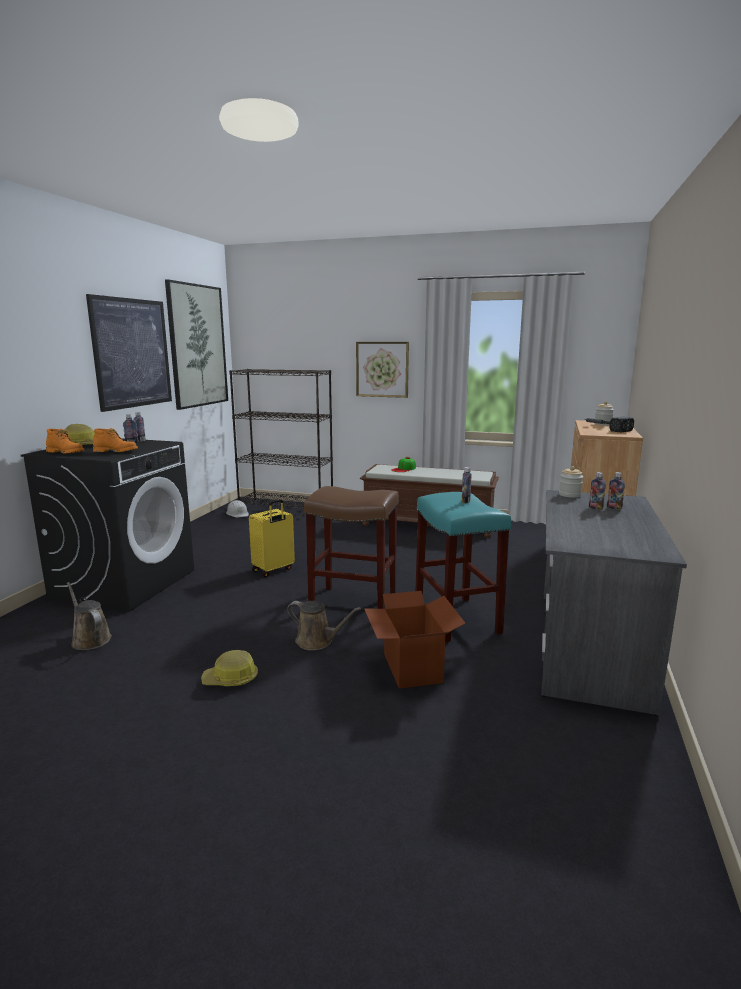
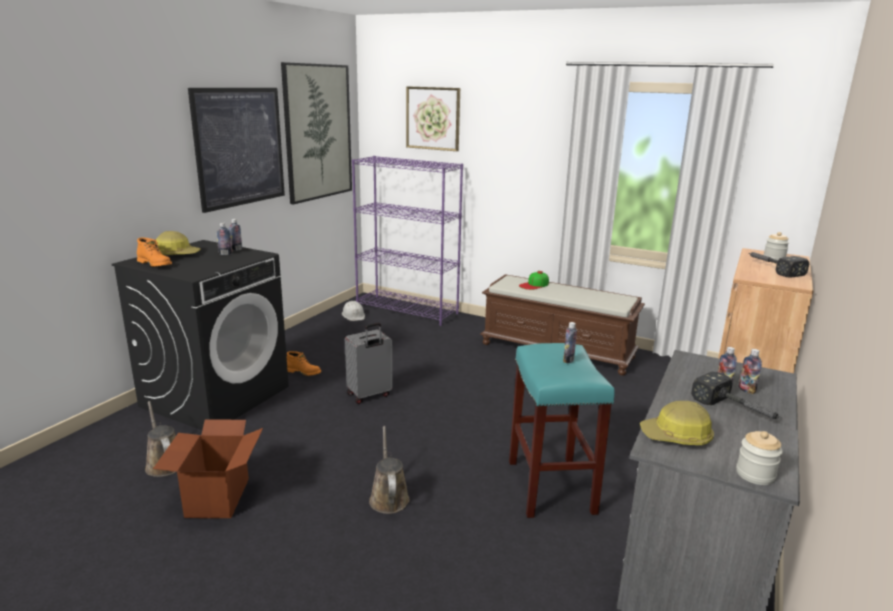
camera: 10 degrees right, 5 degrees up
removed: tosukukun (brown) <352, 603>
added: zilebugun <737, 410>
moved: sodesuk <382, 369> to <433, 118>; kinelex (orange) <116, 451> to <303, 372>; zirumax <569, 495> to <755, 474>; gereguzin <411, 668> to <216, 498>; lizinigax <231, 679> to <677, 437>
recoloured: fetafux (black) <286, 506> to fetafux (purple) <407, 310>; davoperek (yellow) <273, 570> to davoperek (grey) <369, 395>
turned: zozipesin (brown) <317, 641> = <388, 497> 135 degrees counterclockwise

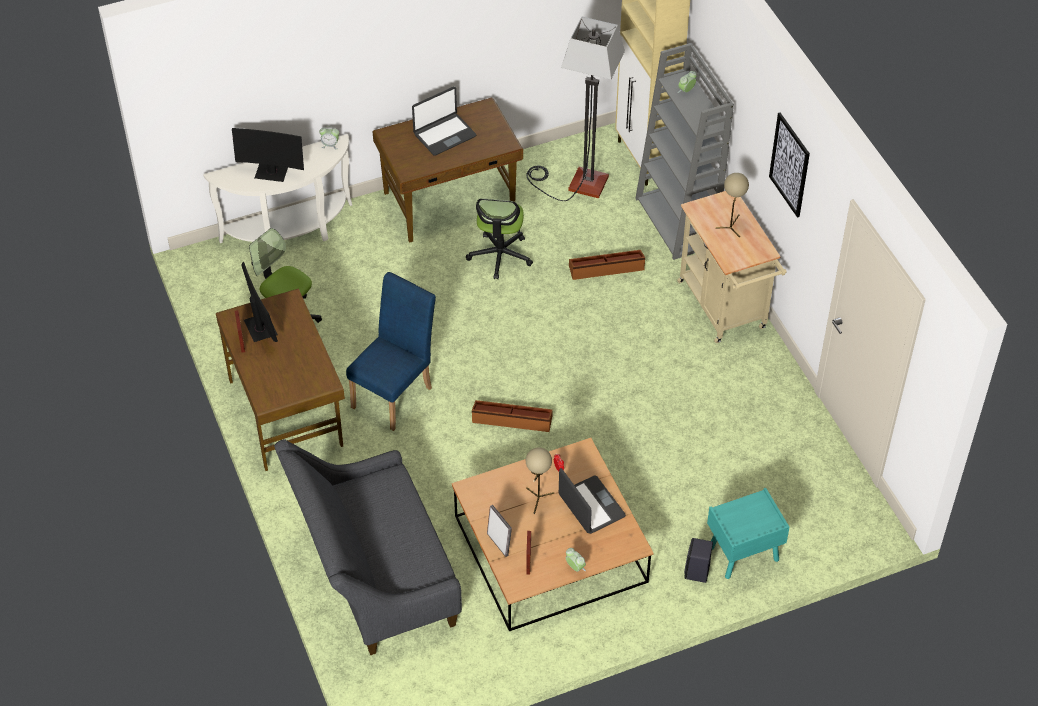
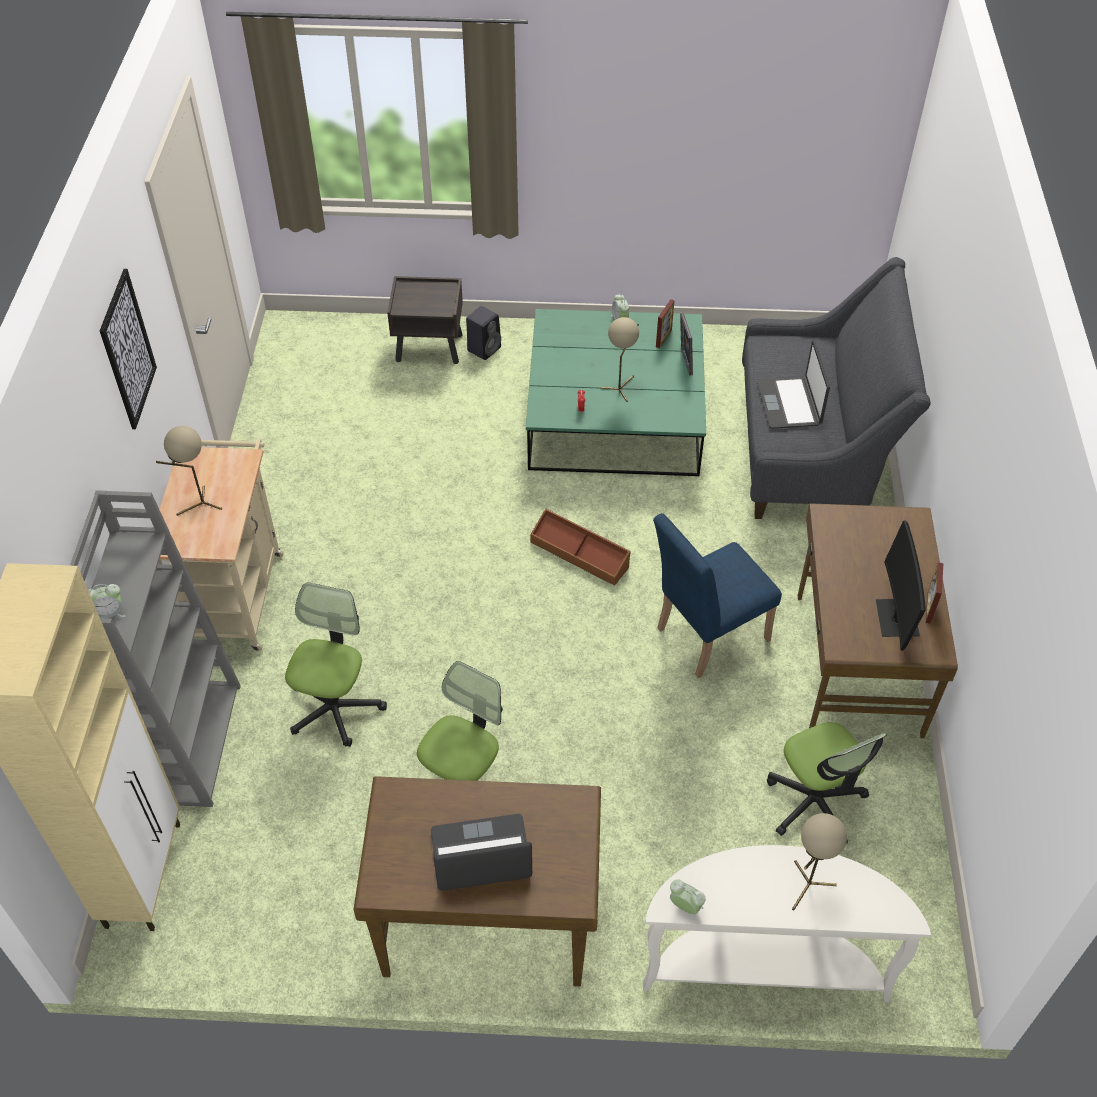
camera: 155 degrees left, 0 degrees up
removed: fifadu <576, 183>
moved: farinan <591, 506> to <790, 404>
replaced: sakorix <272, 172> to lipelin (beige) <807, 887>; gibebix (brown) <606, 268> to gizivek <335, 708>
recoloured: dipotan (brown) <550, 548> to dipotan (green) <614, 413>; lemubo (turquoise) <743, 554> to lemubo (brown) <430, 348>

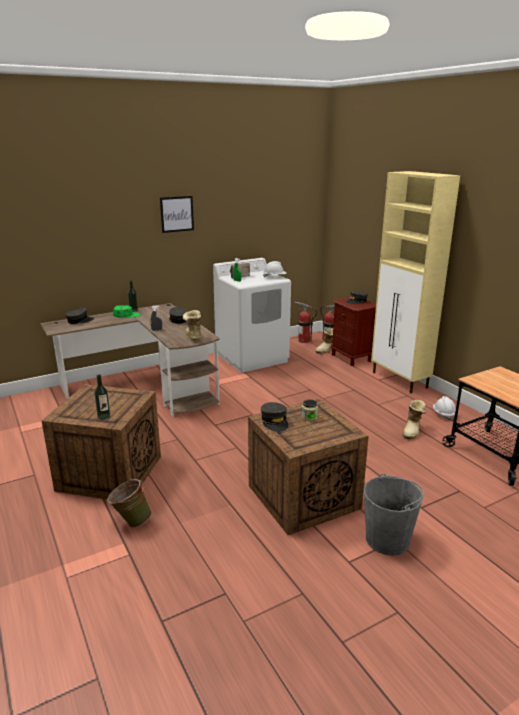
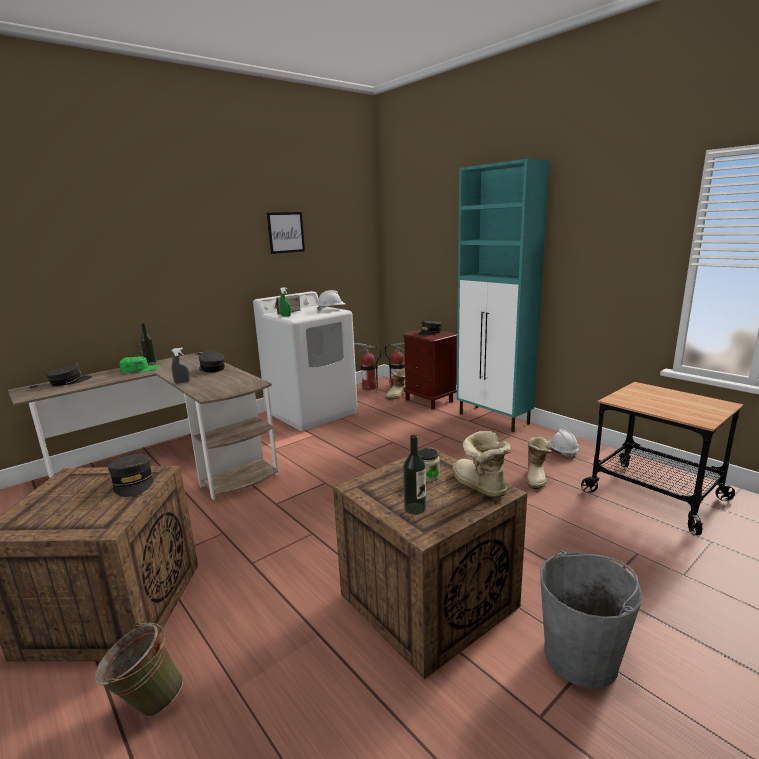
camera: 10 degrees left, 5 degrees down
moved: sodesuk <177, 214> to <286, 232>; kinelex <193, 336> to <478, 486>; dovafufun <104, 416> to <415, 508>; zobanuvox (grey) <274, 422> to <133, 483>
recoloured: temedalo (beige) <400, 380> to temedalo (turquoise) <494, 419>

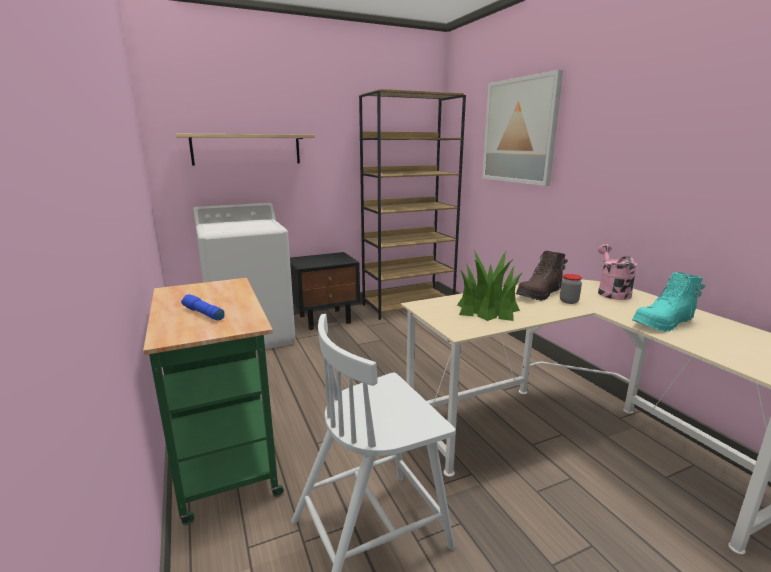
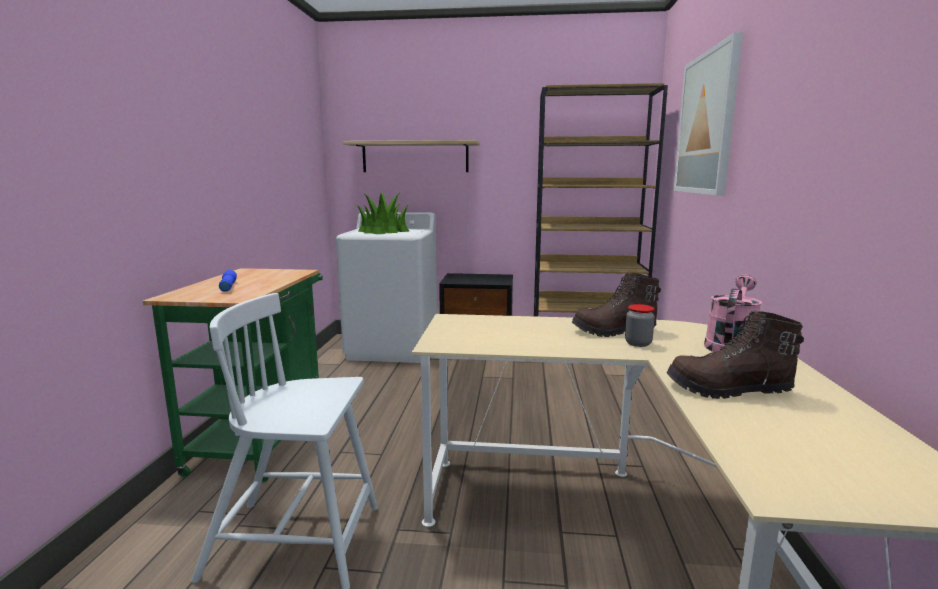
camera: 30 degrees right, 5 degrees down
moved: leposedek <488, 308> to <383, 231>
recoloured: kinelex (turquoise) <664, 324> to kinelex (brown) <728, 390>

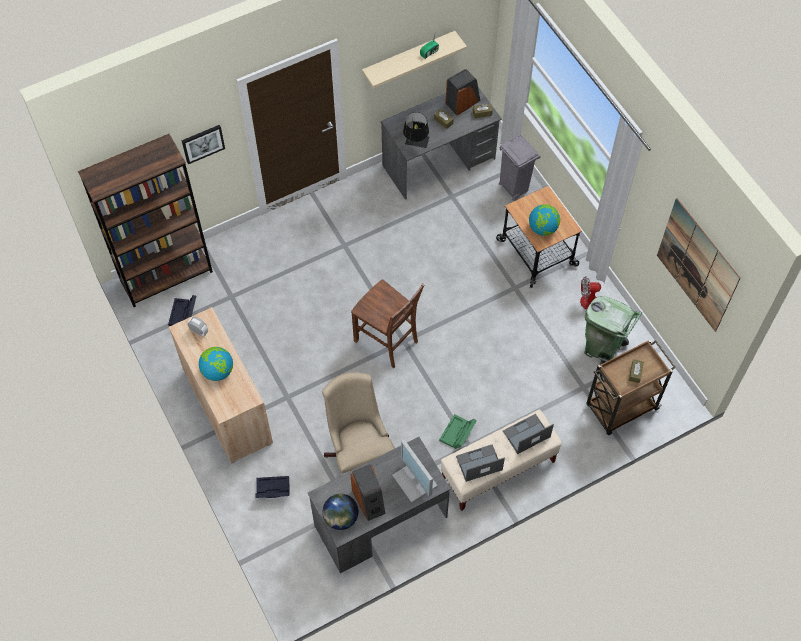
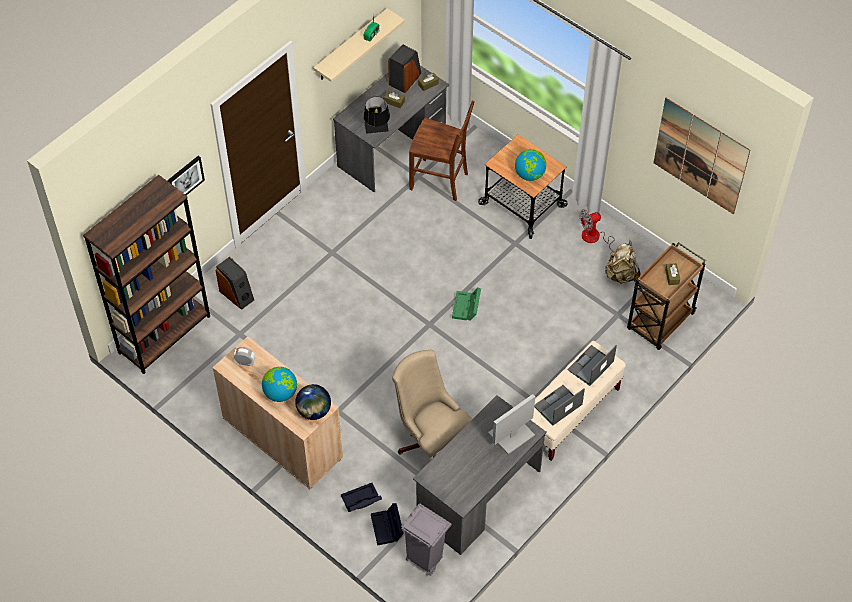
camera: 20 degrees left, 5 degrees down
moved: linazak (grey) <513, 188> to <424, 559>; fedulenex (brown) <387, 342> to <440, 181>; gibebix (black) <183, 315> to <387, 528>; gibebix (green) <457, 434> to <466, 308>; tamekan <369, 500> to <237, 294>; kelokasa <341, 518> to <314, 411>
replaced: linazak (green) <602, 349> to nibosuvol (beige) <621, 275>
turned: sakorix <415, 481> = <511, 435> 105 degrees clockwise

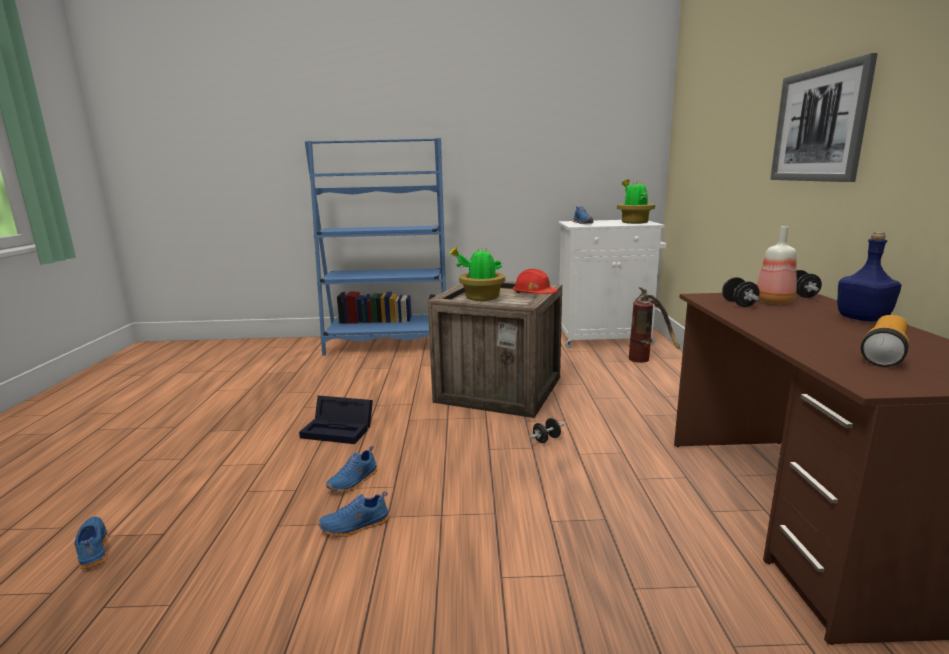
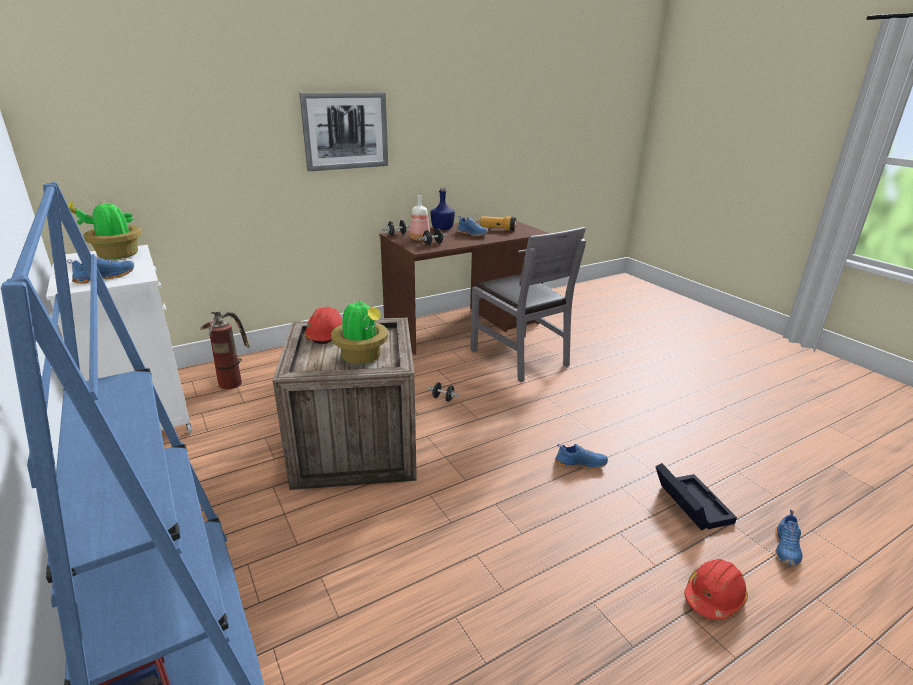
camera: 120 degrees left, 10 degrees up
added: fedulenex (grey) <519, 357>; lizinigax (red) <713, 597>
moved: gibebix (black) <340, 430> to <689, 503>; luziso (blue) <355, 526> to <473, 234>

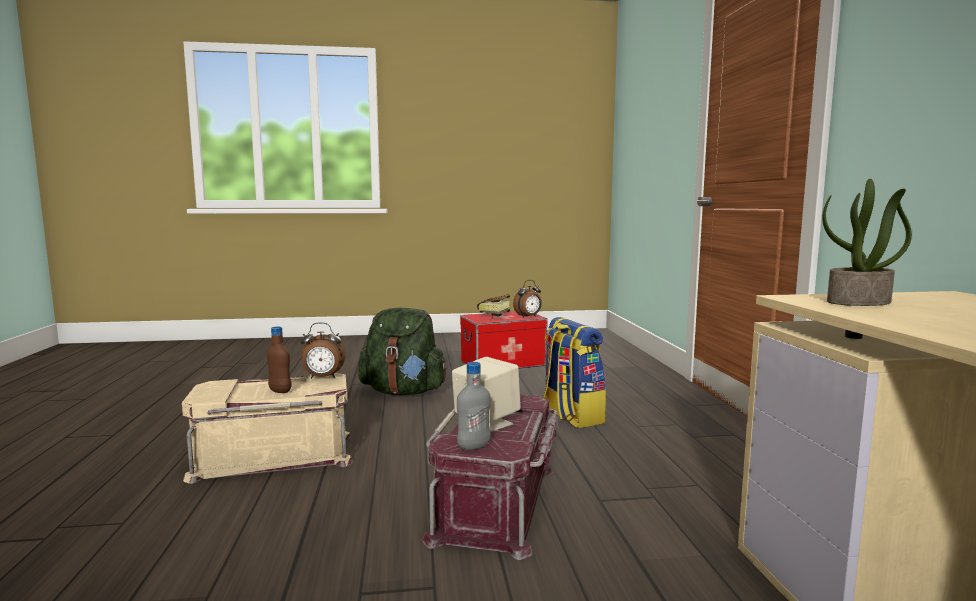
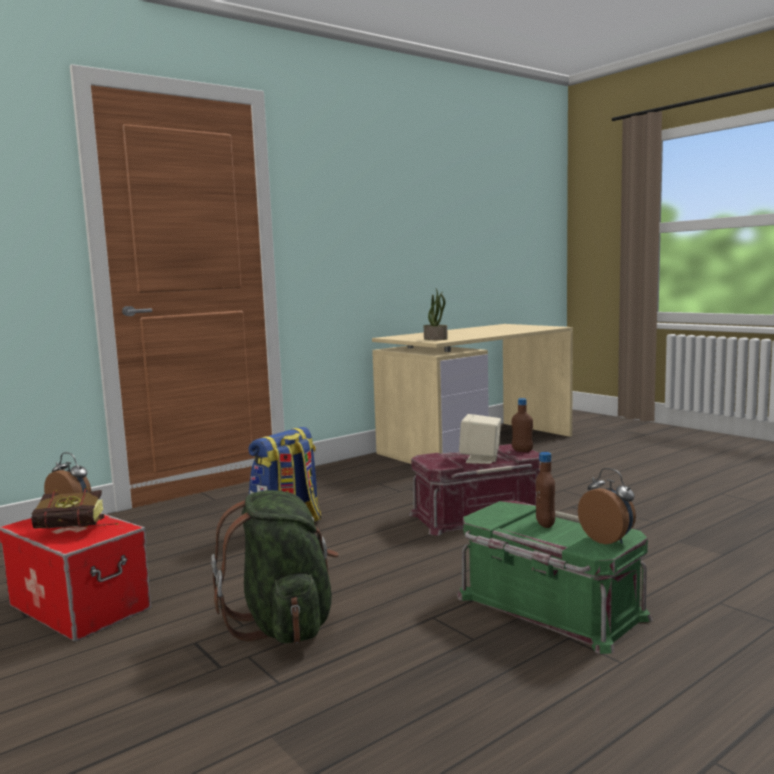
camera: 120 degrees left, 0 degrees up
moved: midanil <323, 378> to <608, 540>
recoloured: dovafufun (grey) <473, 447> to dovafufun (brown) <522, 451>; gibebix (beige) <274, 455> to gibebix (green) <548, 607>

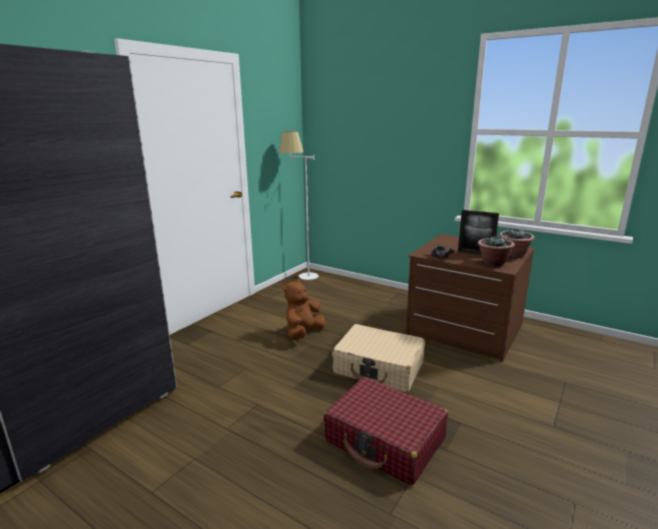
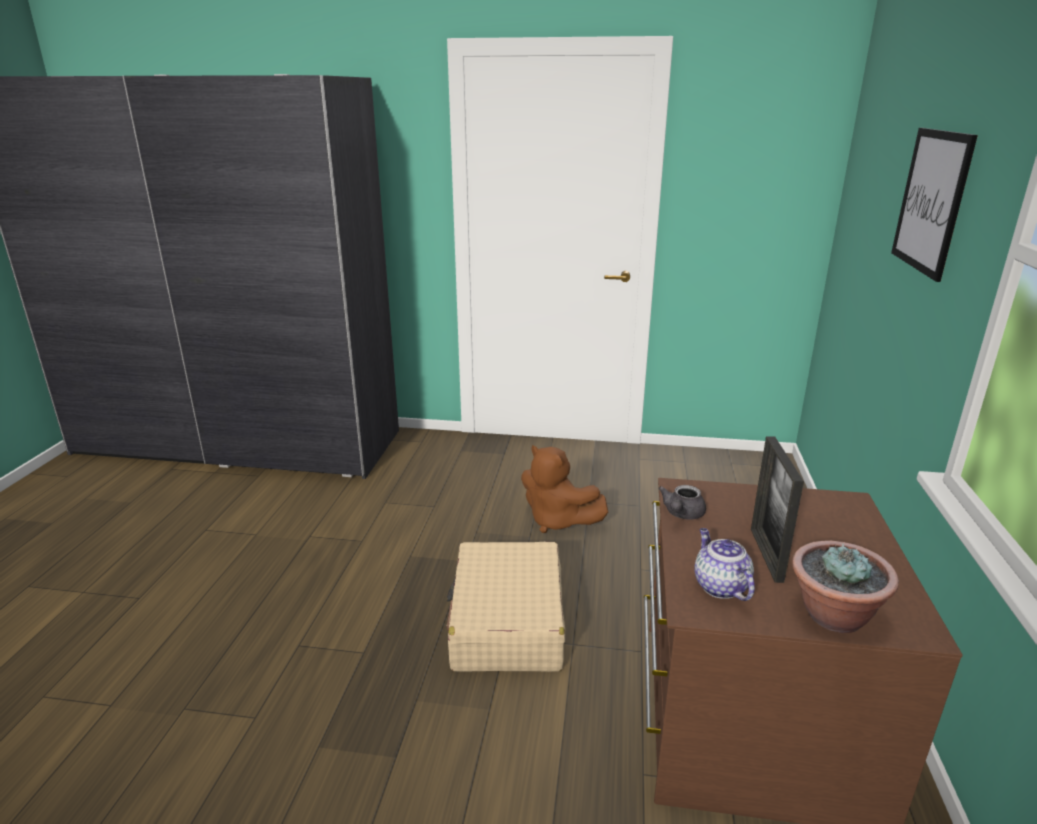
camera: 65 degrees right, 5 degrees up
removed: fifadu (white) <302, 278>; davoperek (red) <385, 440>
added: sodesuk <931, 201>
replaced: leposedek <493, 263> to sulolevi <719, 586>
turned: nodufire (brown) <303, 333> = <557, 520> 150 degrees counterclockwise

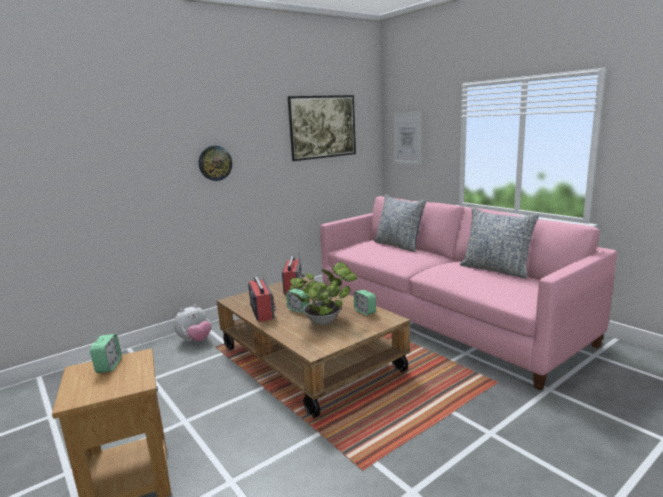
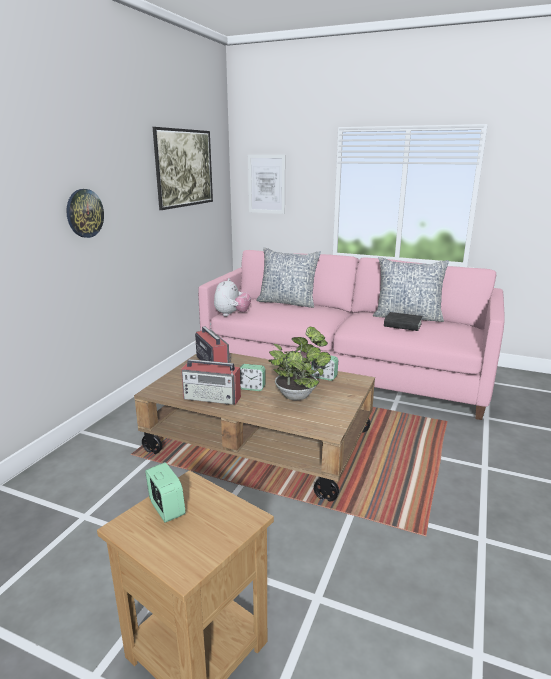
camera: 30 degrees left, 5 degrees up
added: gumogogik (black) <402, 325>
moved: nodufire <195, 340> to <232, 315>
turned: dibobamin <262, 311> = <212, 398> 150 degrees clockwise

